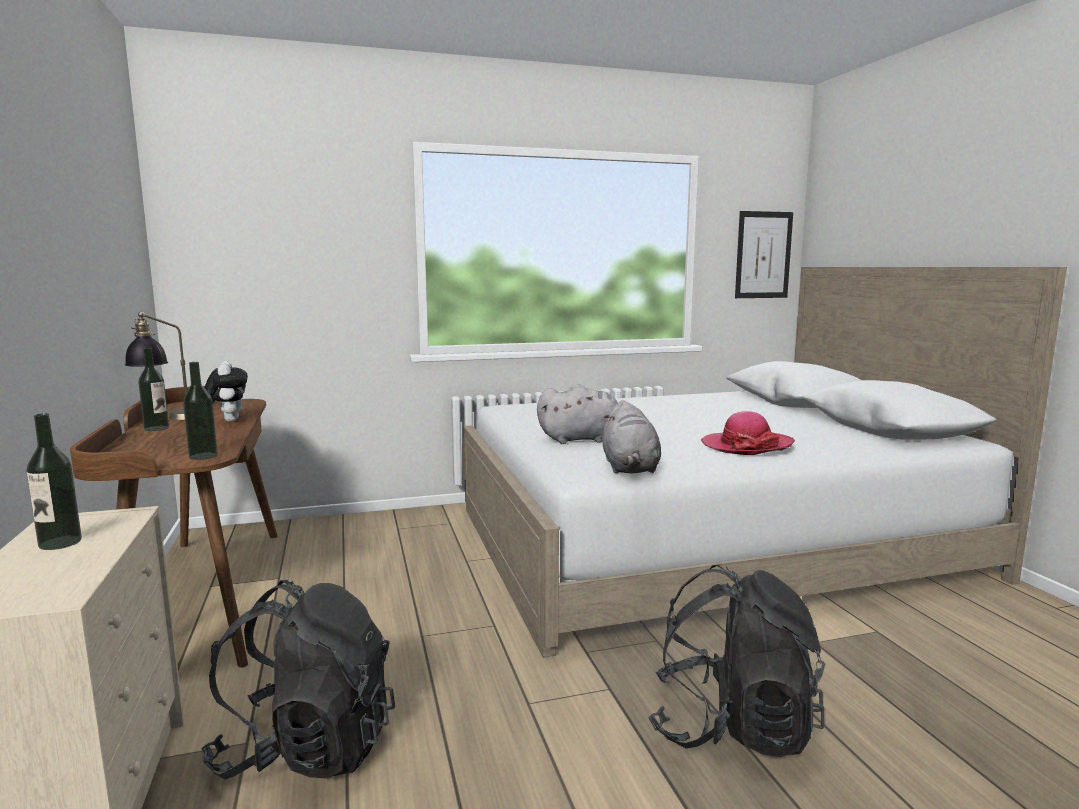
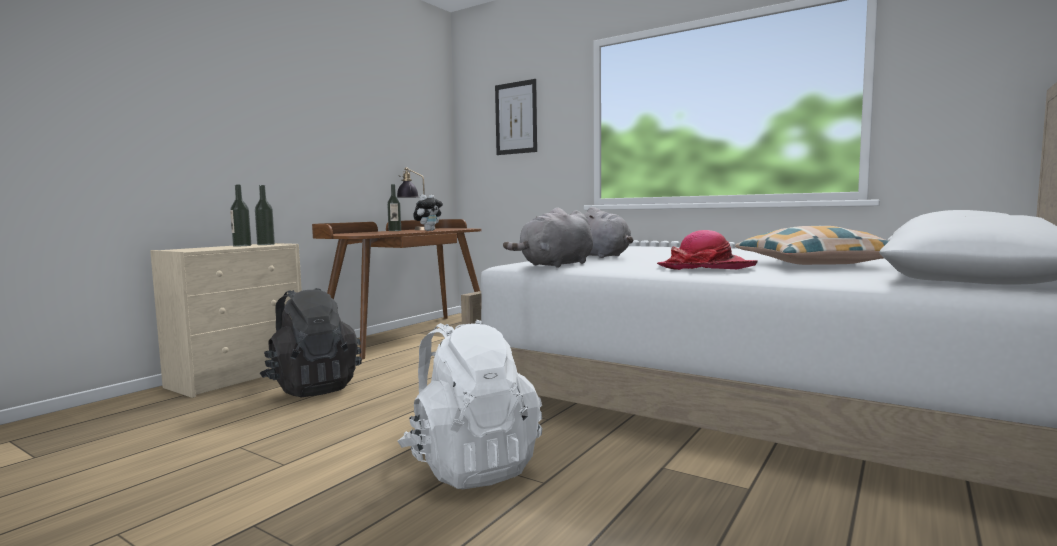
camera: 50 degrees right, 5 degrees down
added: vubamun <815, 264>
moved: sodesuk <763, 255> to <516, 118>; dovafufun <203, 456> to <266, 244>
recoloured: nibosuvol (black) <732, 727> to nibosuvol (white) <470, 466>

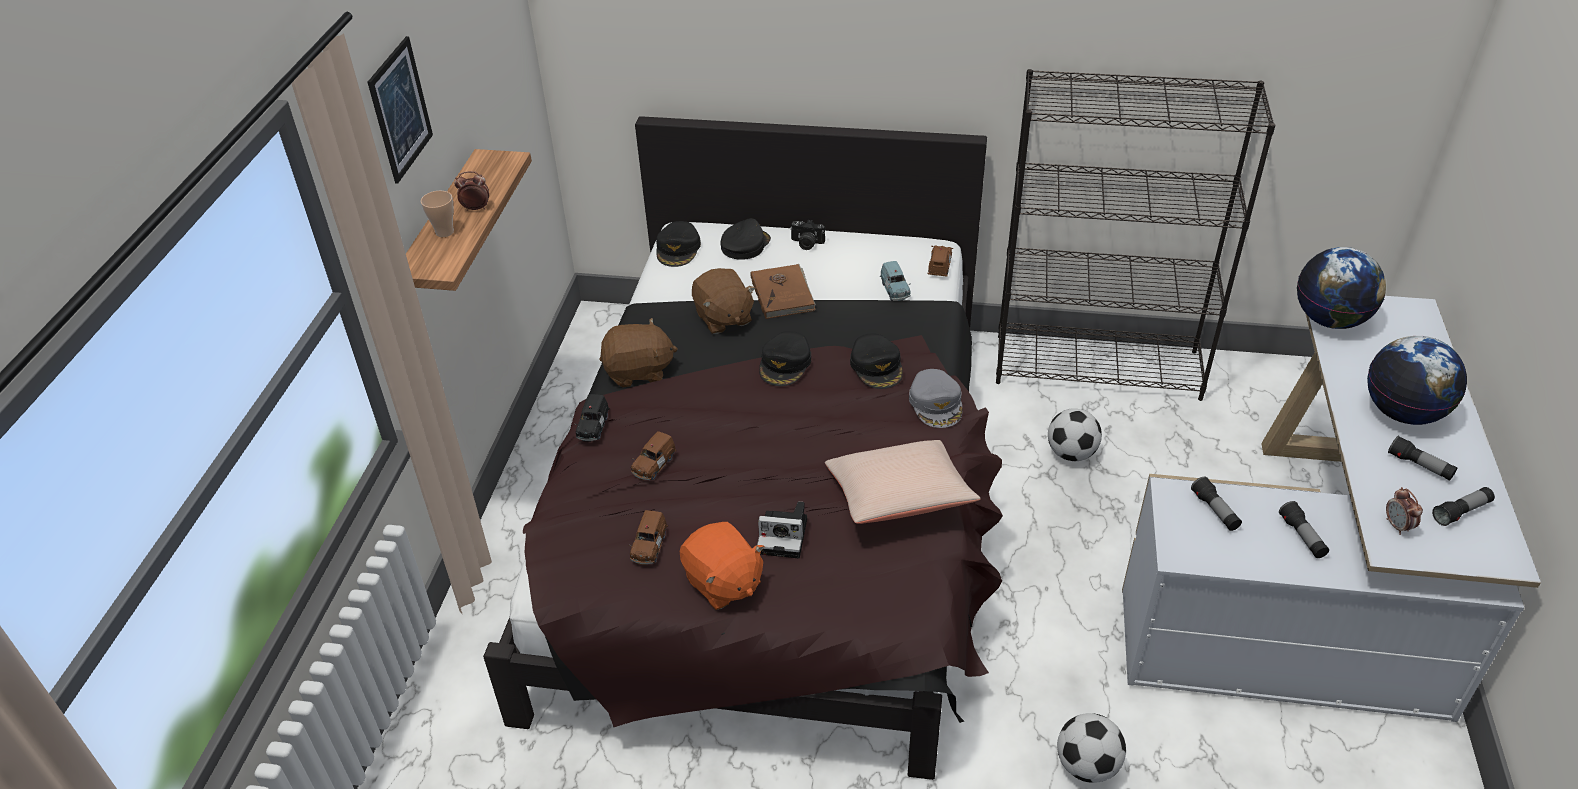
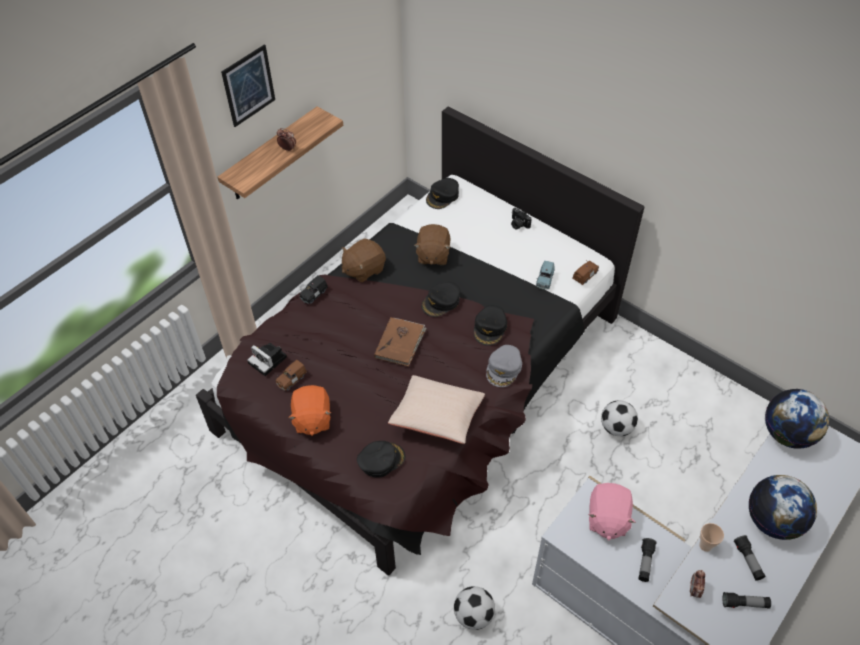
camera: 30 degrees right, 10 degrees up
removed: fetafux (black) <1098, 366>; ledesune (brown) <653, 465>
moved: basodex <444, 232> to <705, 545>; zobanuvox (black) <745, 245> to <381, 460>; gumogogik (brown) <783, 294> to <400, 343>; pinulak <785, 536> to <269, 360>
replaced: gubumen <1215, 511> to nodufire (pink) <607, 519>
turned: nodufire (brown) <639, 372> = <363, 269> 120 degrees clockwise

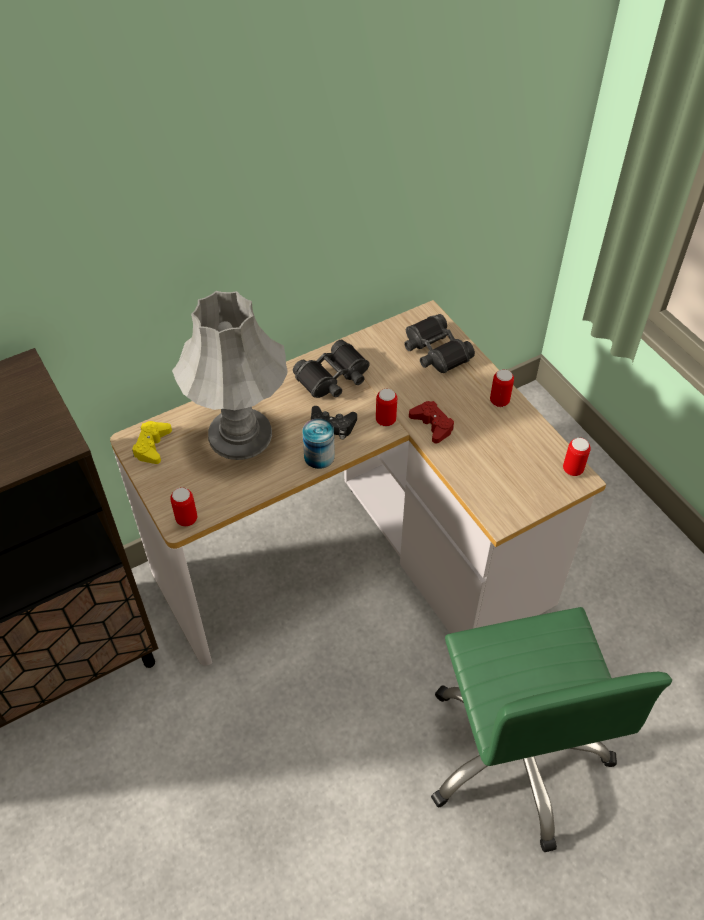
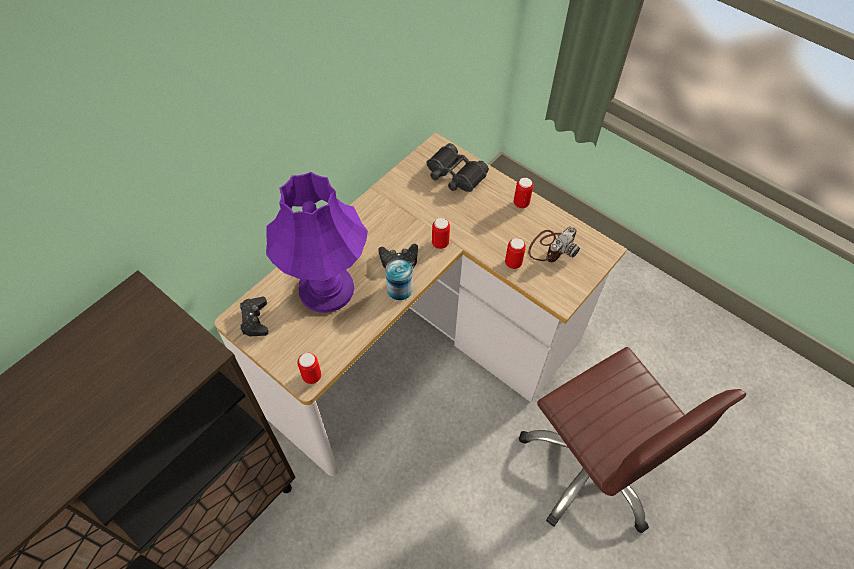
camera: 20 degrees left, 5 degrees up
removed: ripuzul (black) <333, 378>; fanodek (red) <432, 425>
added: pinulak <551, 247>
moved: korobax <572, 469> to <513, 263>
recoloured: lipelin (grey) <240, 434> to lipelin (purple) <326, 288>; fanodek (yellow) <152, 446> to fanodek (black) <255, 320>; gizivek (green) <516, 753> to gizivek (brown) <593, 464>

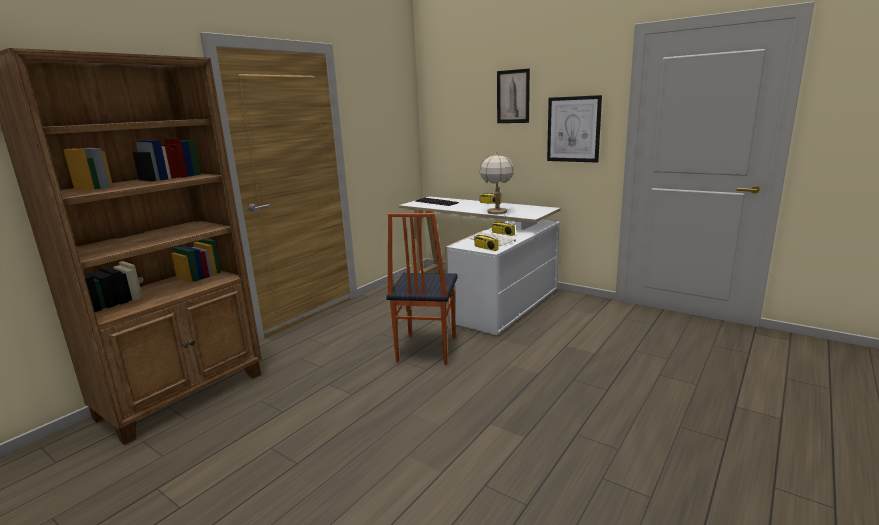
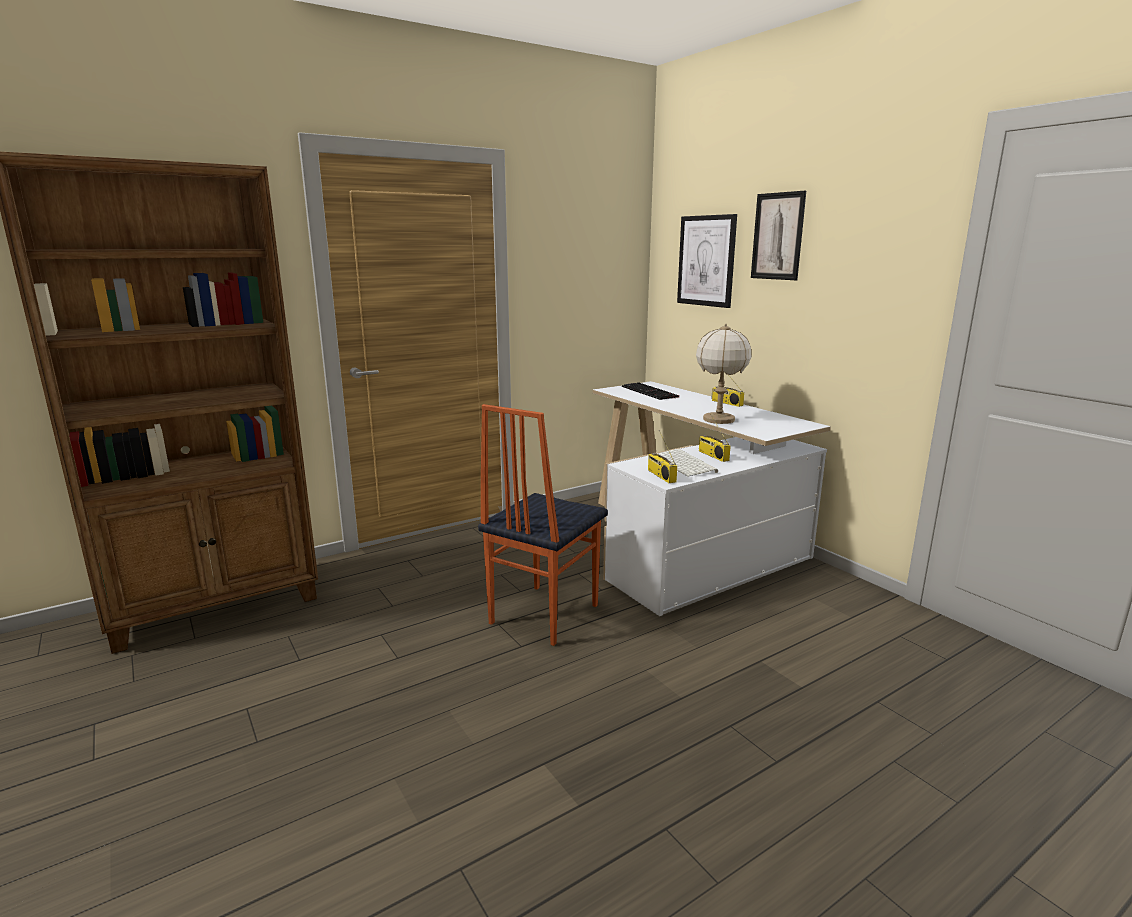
camera: 20 degrees right, 0 degrees up
moved: sodesuk <573, 129> to <706, 261>

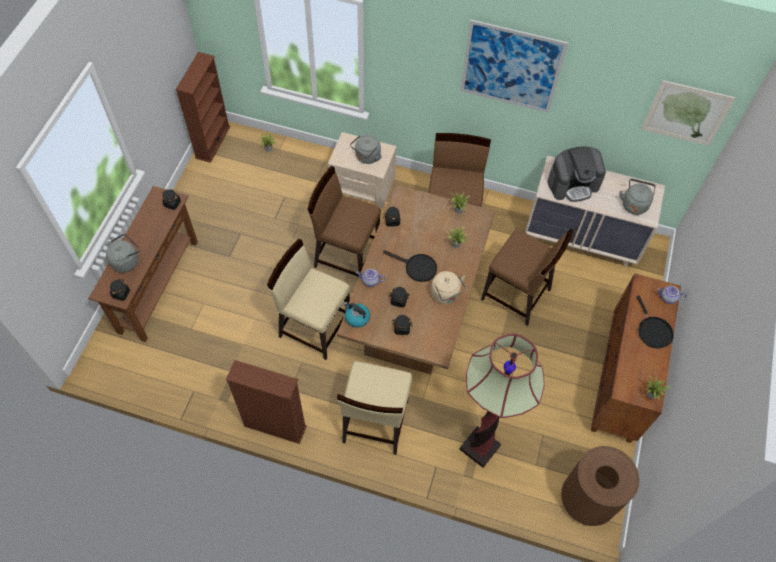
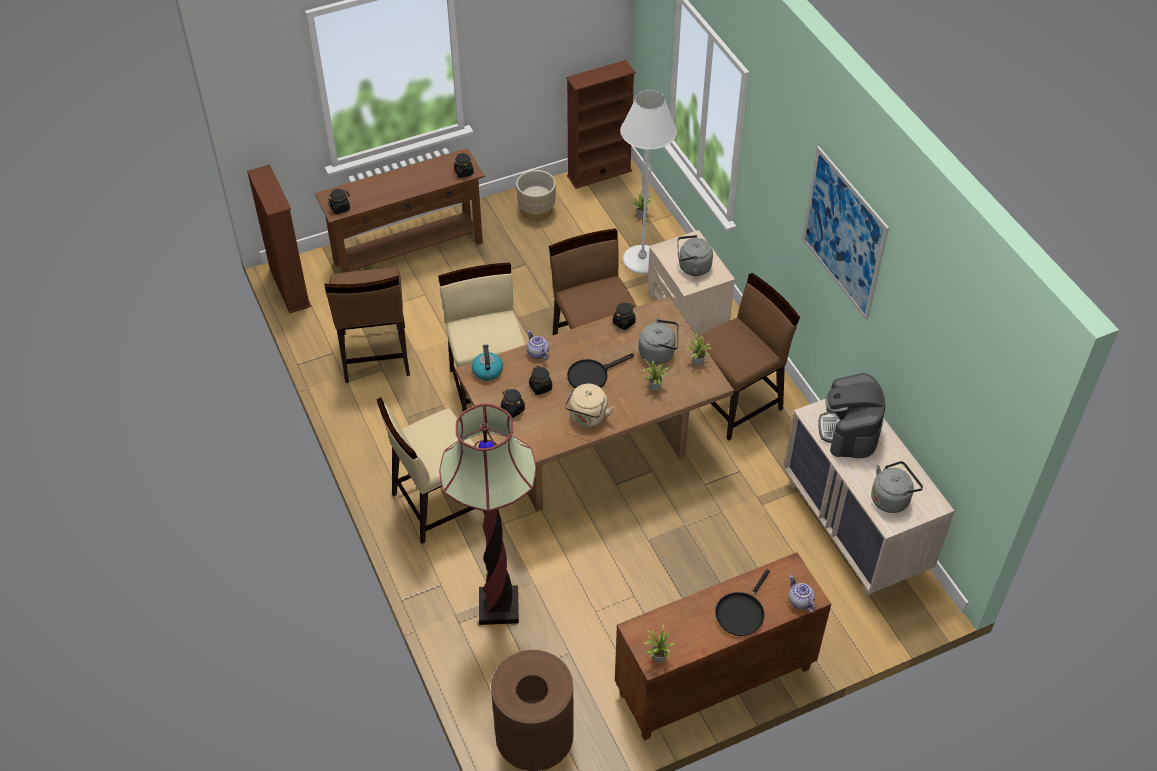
camera: 50 degrees right, 10 degrees down
removed: sodesuk <686, 113>
added: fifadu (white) <642, 260>; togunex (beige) <536, 210>
moved: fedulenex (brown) <516, 295> to <375, 354>; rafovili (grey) <126, 261> to <659, 353>; fetafux (brown) <275, 426> to <290, 288>
turned: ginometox <573, 184> = <849, 430> 60 degrees clockwise; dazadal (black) <416, 267> = <592, 375> 75 degrees clockwise

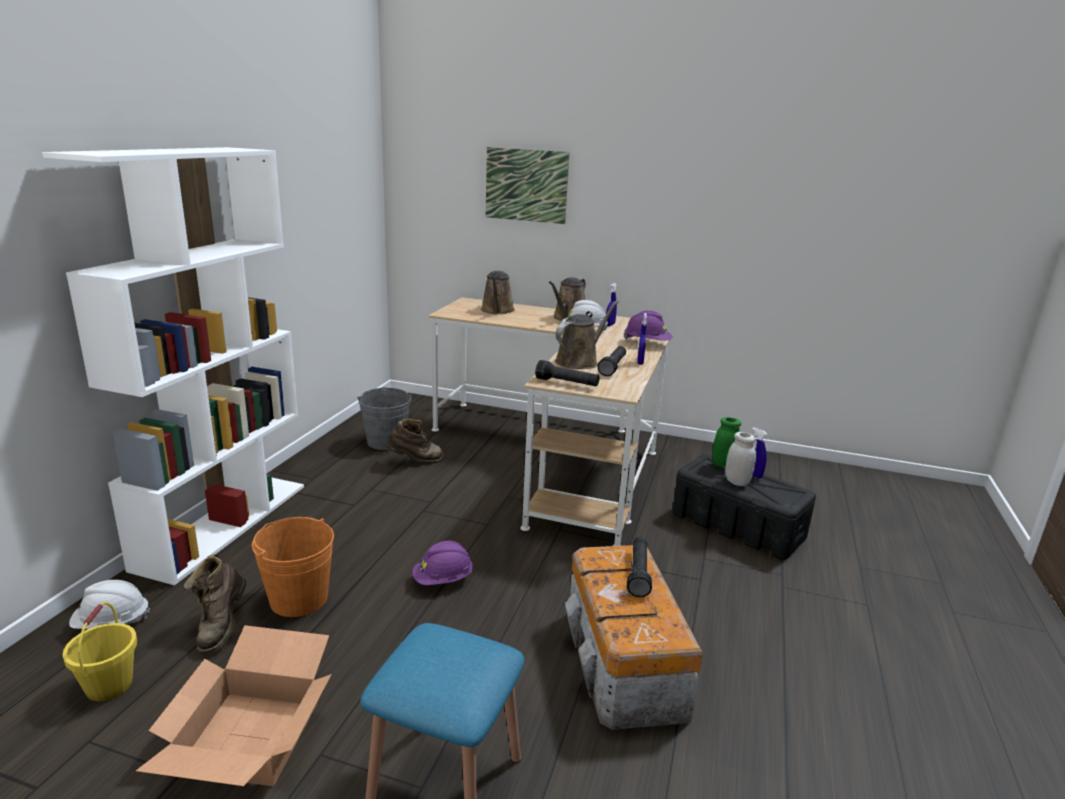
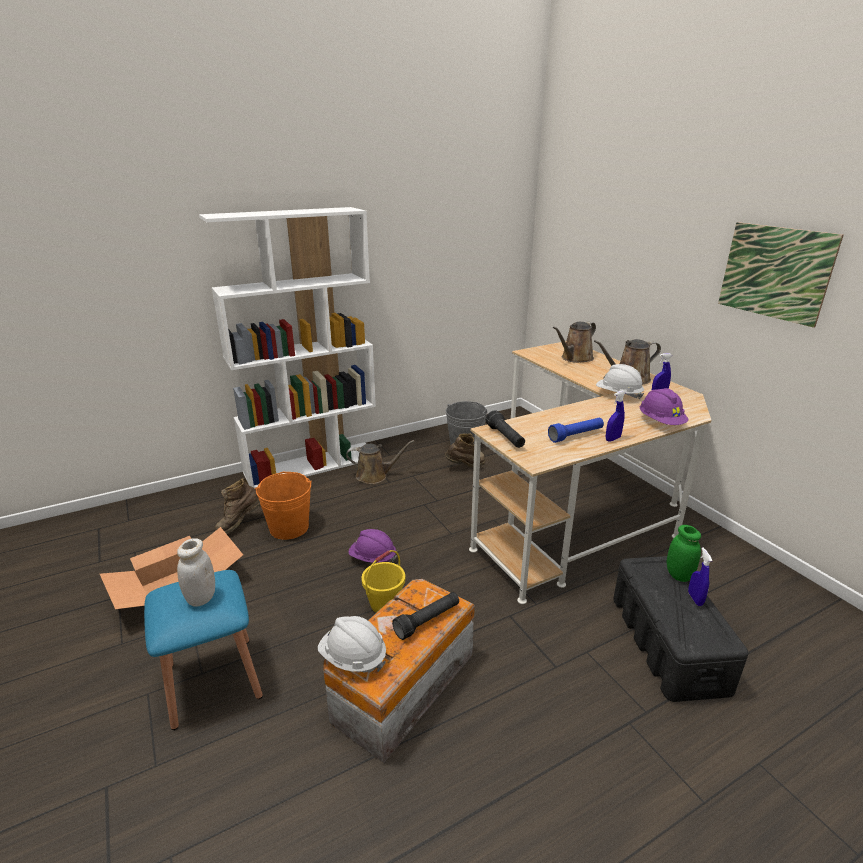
camera: 45 degrees right, 5 degrees up
moved: sodesuk <526, 185> to <775, 272>; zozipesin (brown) <579, 361> to <375, 476>; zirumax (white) <737, 482> to <201, 598>; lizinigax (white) <111, 623> to <353, 658>; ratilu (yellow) <109, 685> to <384, 604>
recoloured: gubumen (black) <613, 367> to gubumen (blue) <576, 436>
turned: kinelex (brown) <415, 461> = <466, 466> 60 degrees counterclockwise

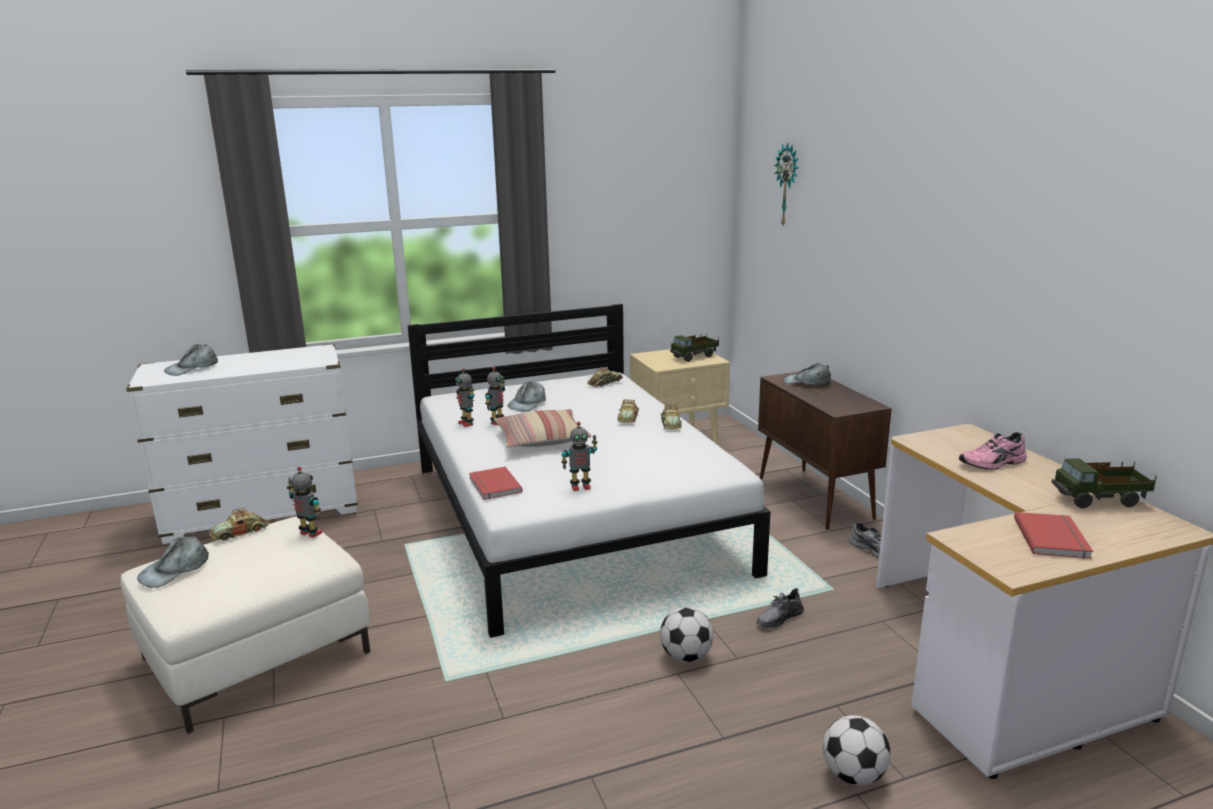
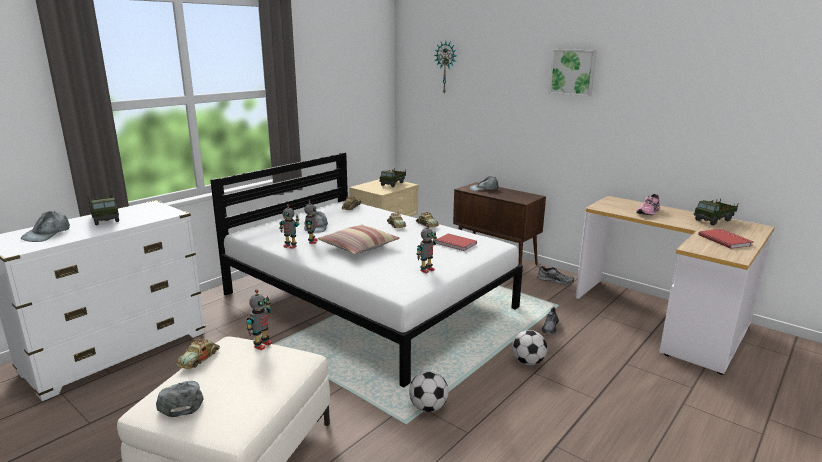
camera: 30 degrees left, 0 degrees up
added: sodesuk <573, 72>; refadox <105, 219>
moved: gumogogik (red) <493, 486> to <455, 244>; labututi <853, 775> to <428, 407>
turned: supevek <309, 534> = <262, 345> 120 degrees clockwise; zobanuvox (grey) <175, 570> = <180, 400> 150 degrees clockwise

